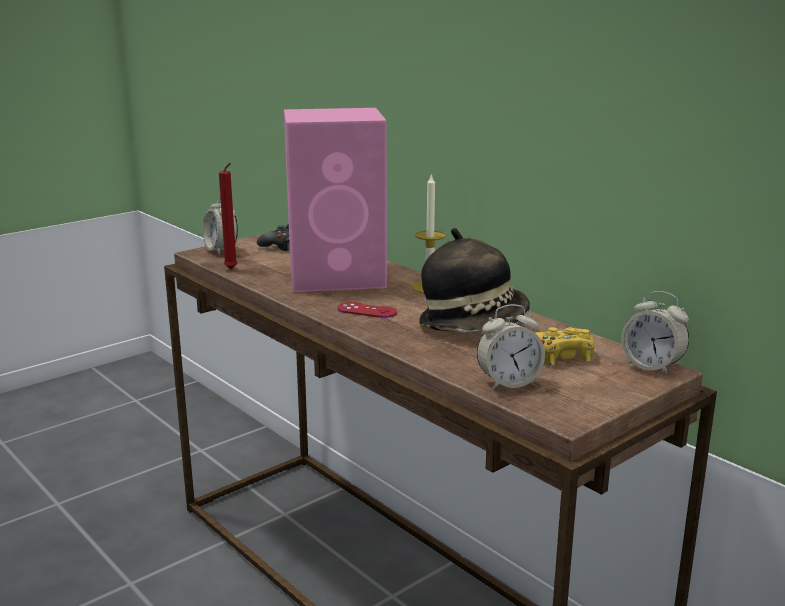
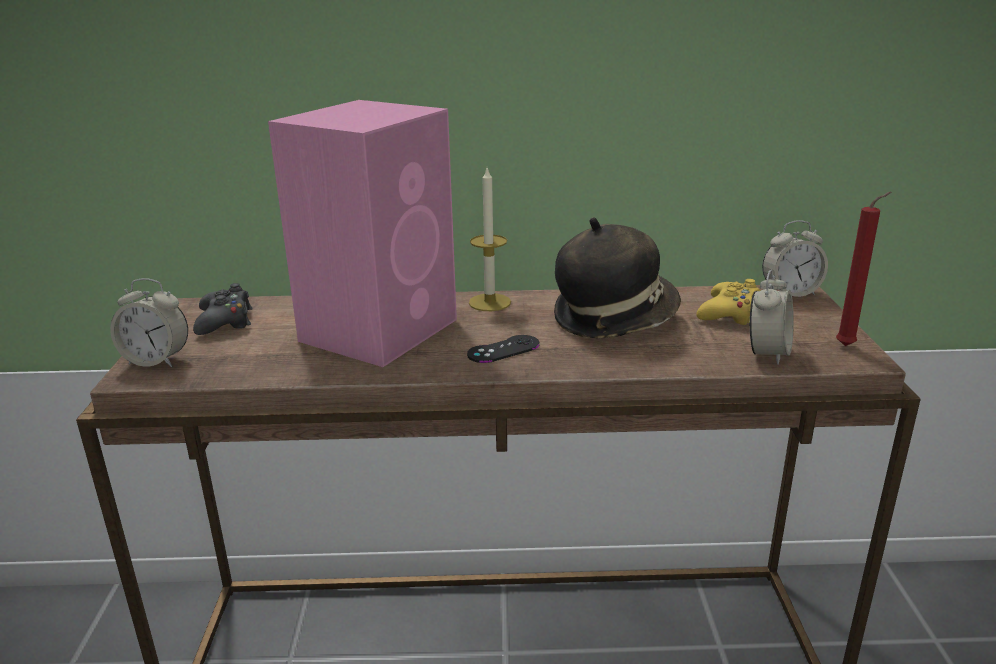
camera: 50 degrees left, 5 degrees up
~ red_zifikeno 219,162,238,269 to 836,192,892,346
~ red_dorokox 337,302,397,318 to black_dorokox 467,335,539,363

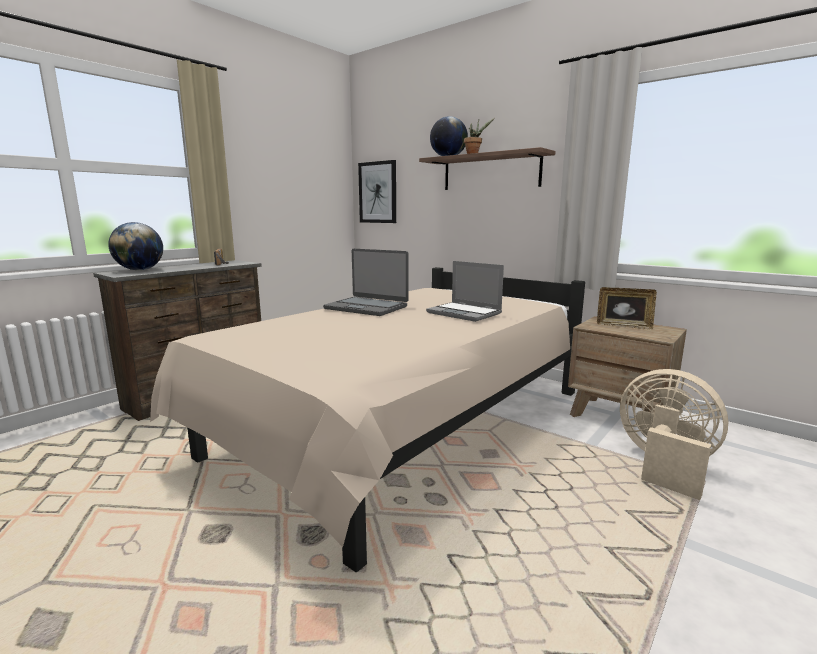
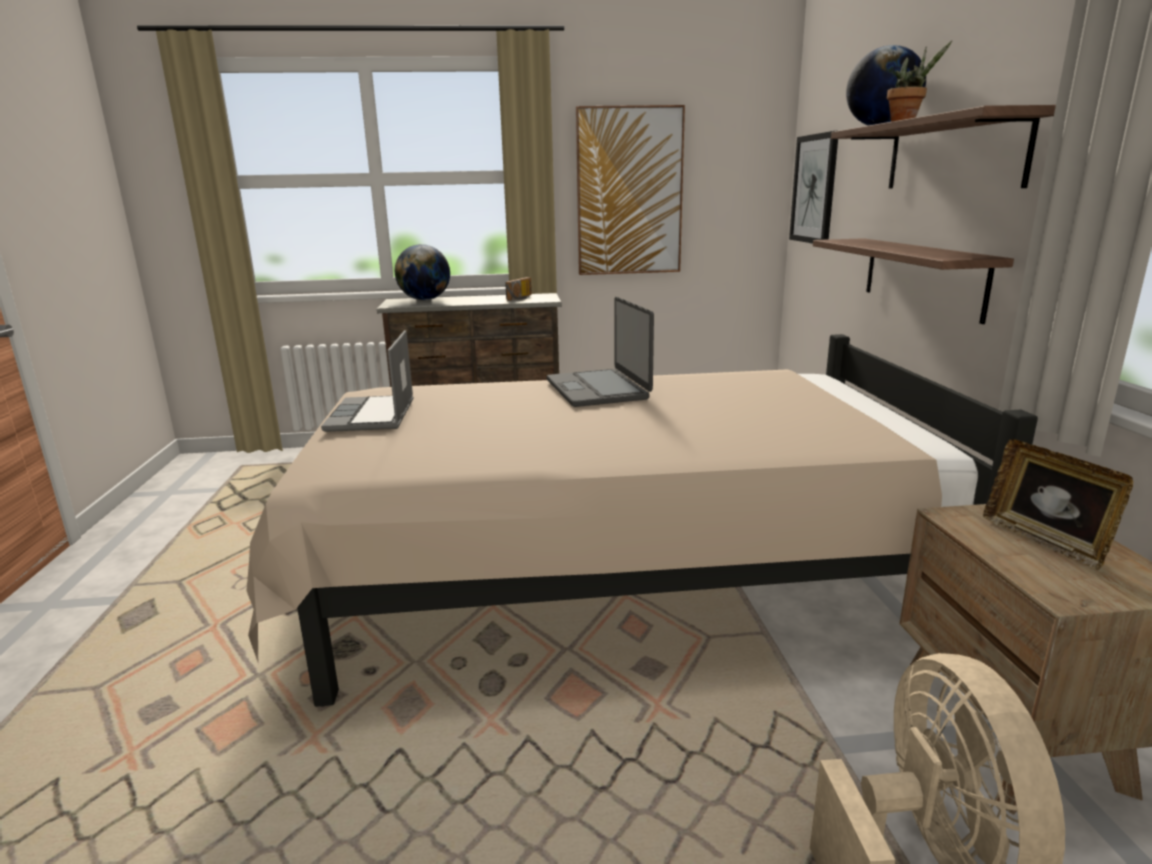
camera: 45 degrees right, 5 degrees up
~ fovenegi 426,261,504,322 to 321,330,414,432
+ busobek 576,105,685,275
+ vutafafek 813,238,1014,324

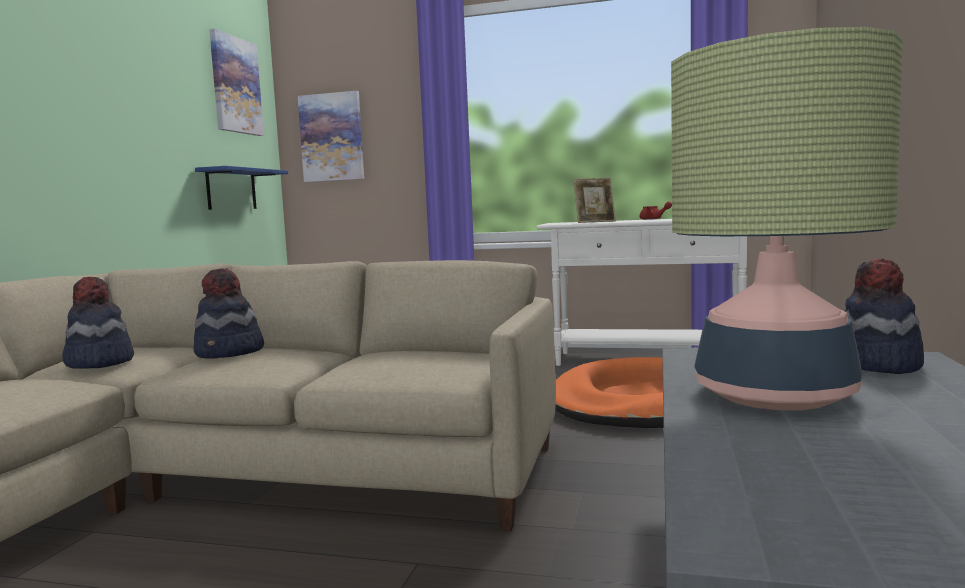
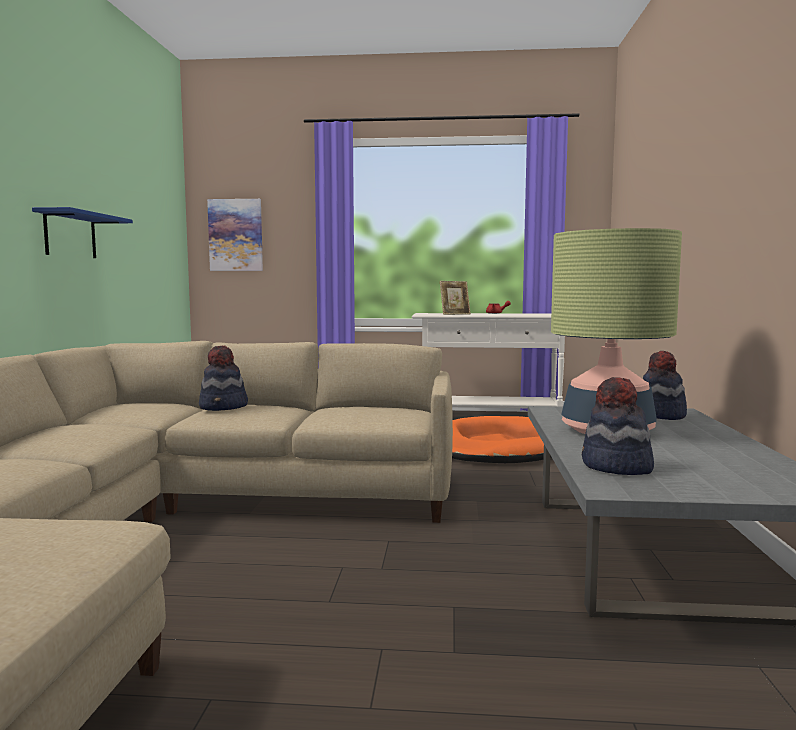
camera: 10 degrees left, 0 degrees up
~ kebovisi 62,277,134,369 to 582,377,654,475
~ blue_vutafafek 195,166,288,210 to 32,207,133,258
- busobek 209,29,264,136

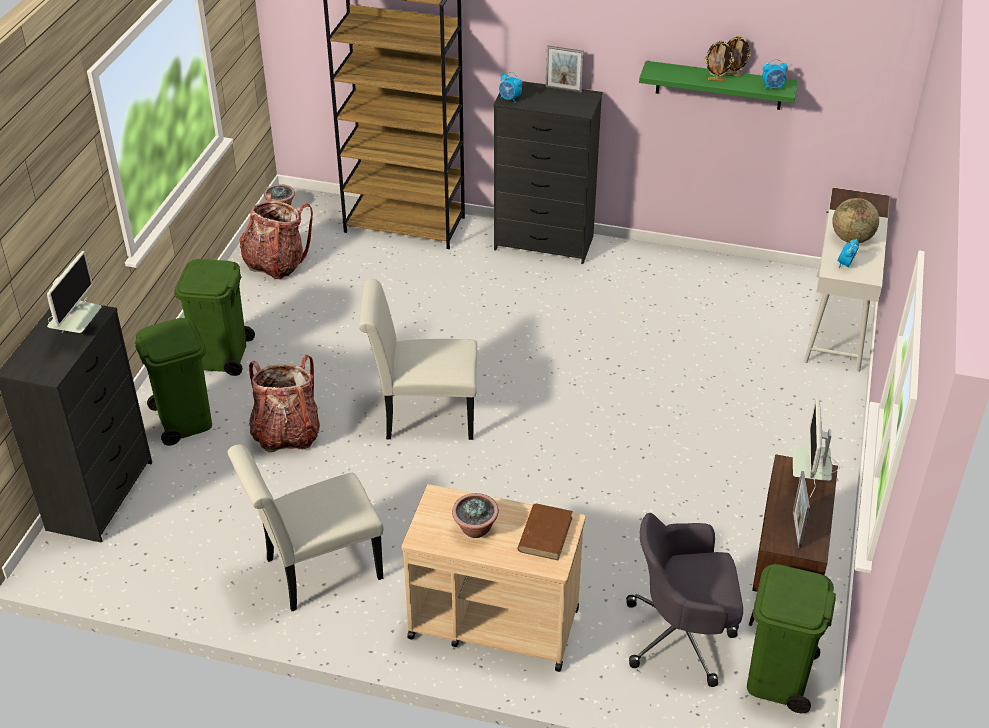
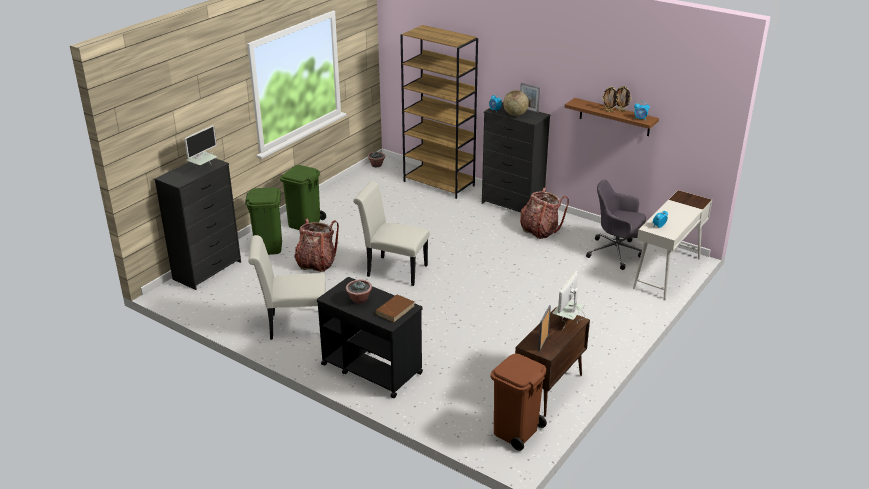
camera: 20 degrees right, 10 degrees down
~ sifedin 239,193,313,279 to 520,188,569,239
~ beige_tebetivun 402,484,585,672 to black_tebetivun 317,277,423,398
~ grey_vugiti 626,513,743,687 to 586,180,646,270
~ green_vutafafek 639,61,798,110 to brown_vutafafek 565,98,659,136
~ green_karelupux 747,564,836,713 to brown_karelupux 491,354,547,451
~ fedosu 832,198,879,243 to 503,90,529,116

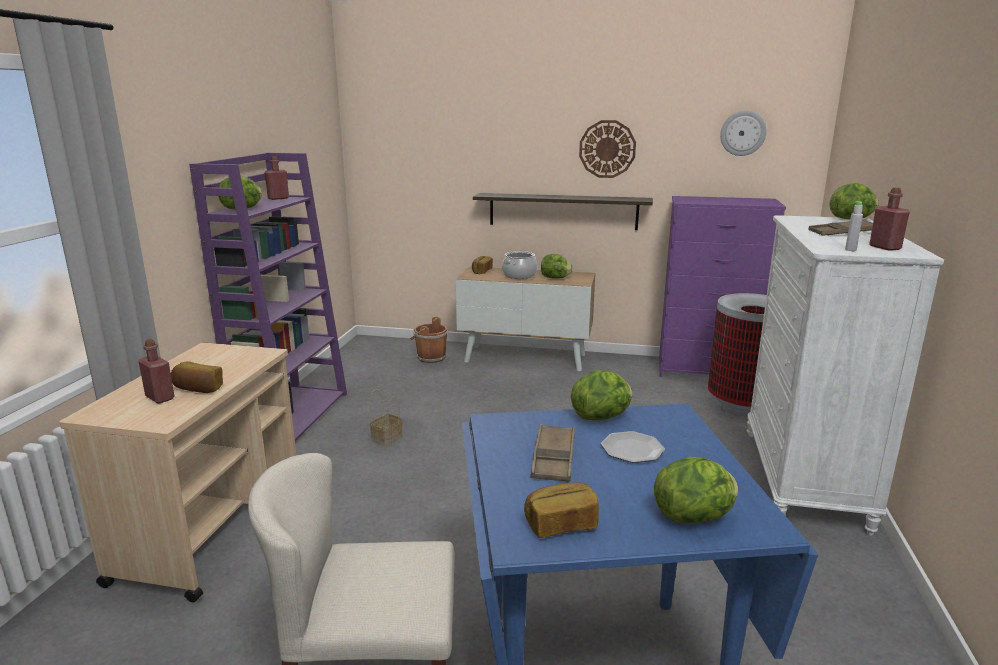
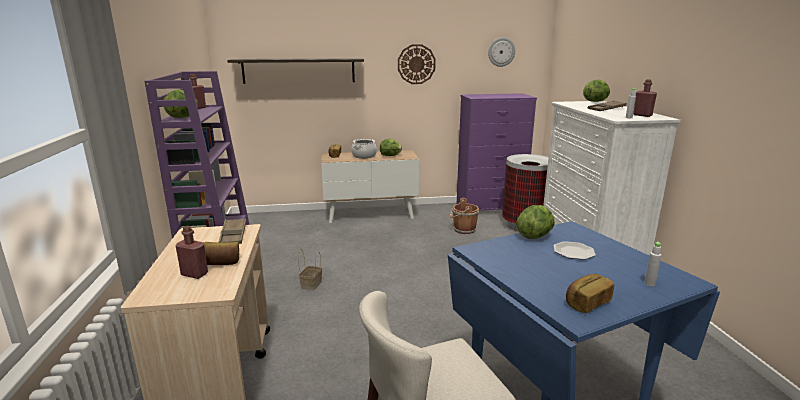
camera: 20 degrees left, 0 degrees up
~ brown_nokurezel 410,316,448,363 to 450,198,479,234
~ vutafafek 473,193,653,230 to 227,58,364,84
~ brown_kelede 530,424,575,482 to 218,218,246,244
~ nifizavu 654,457,738,524 to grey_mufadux 644,242,661,286

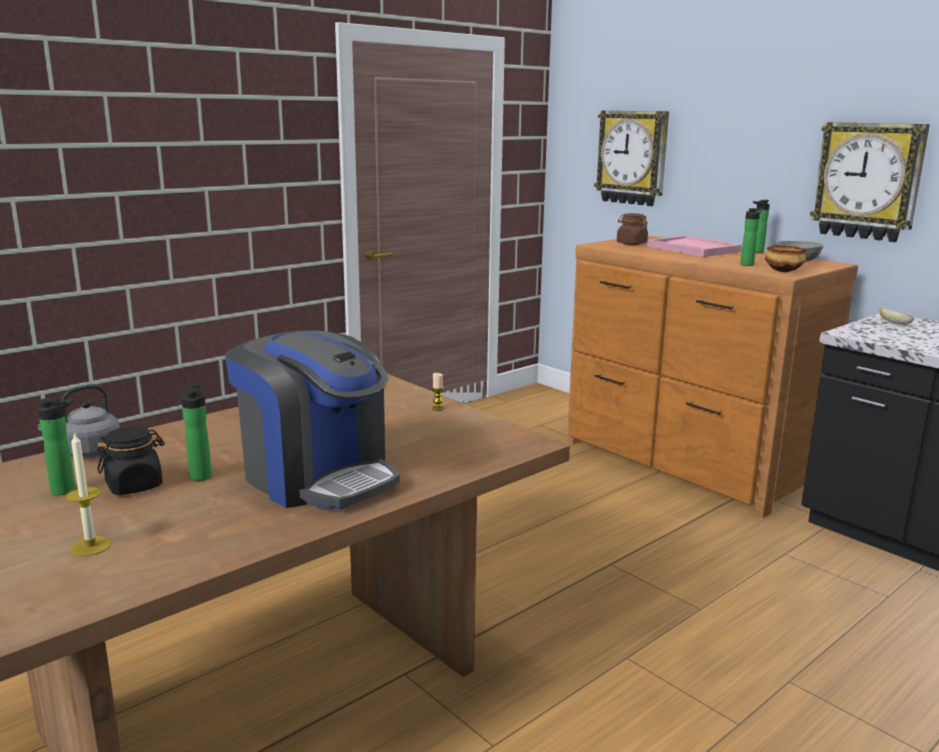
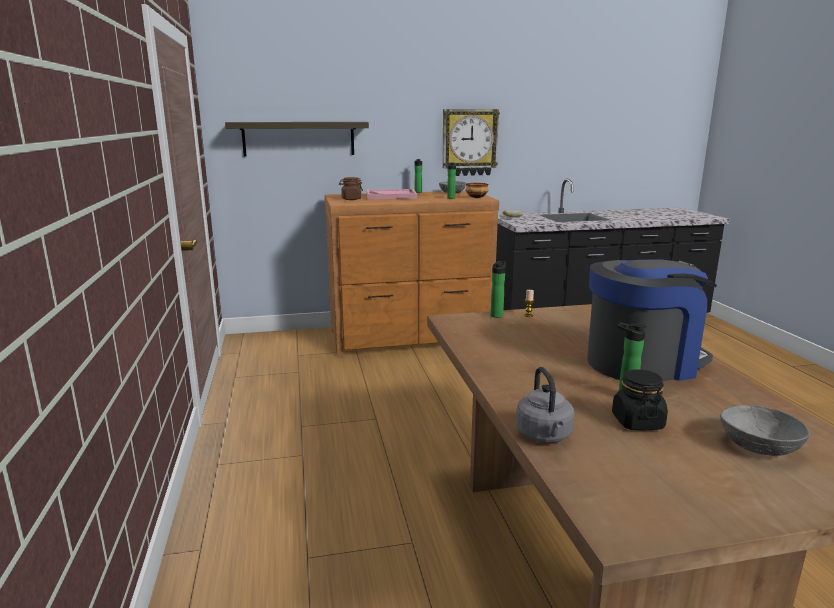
camera: 60 degrees left, 0 degrees up
~ mufadux 36,398,75,495 to 490,261,506,318
~ zifikeno 65,432,112,556 to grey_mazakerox 720,405,810,456
~ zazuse 594,111,669,206 to vutafafek 225,122,369,156

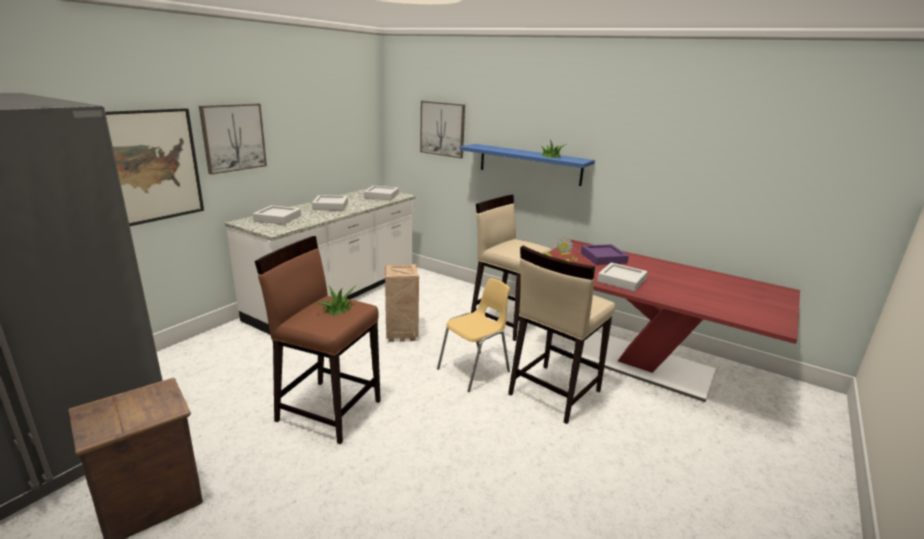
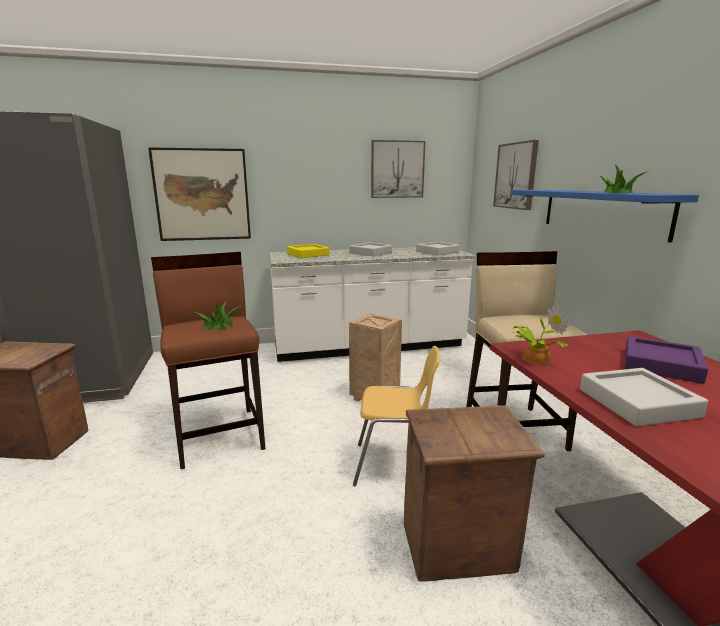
camera: 45 degrees right, 5 degrees down
~ busobek 199,104,267,175 to 371,140,425,198
~ grey_kelede 253,205,301,225 to yellow_kelede 287,244,330,258
~ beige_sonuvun 508,246,615,424 to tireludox 404,405,545,582

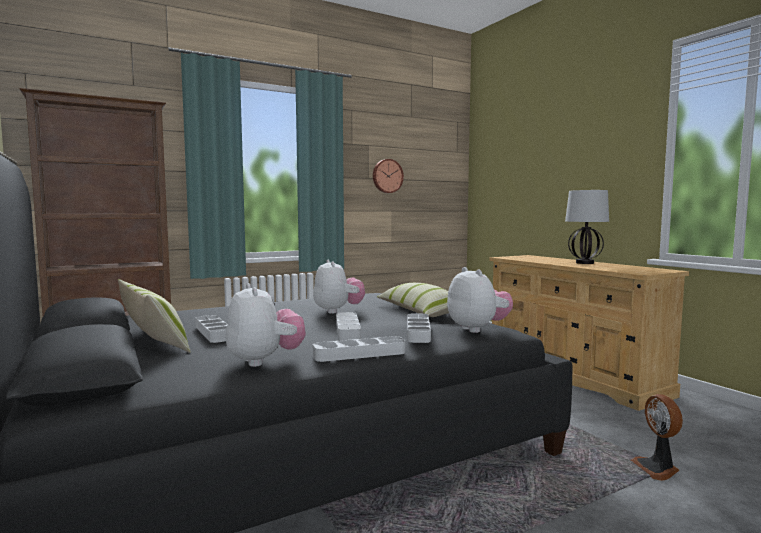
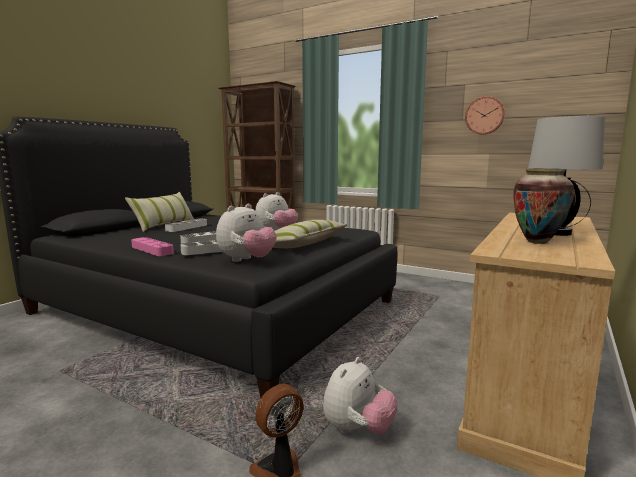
camera: 60 degrees right, 5 degrees up
~ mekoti 226,283,306,367 to 323,357,398,435
~ grey_kelede 313,336,405,362 to pink_kelede 131,237,174,256
+ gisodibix 513,168,574,244

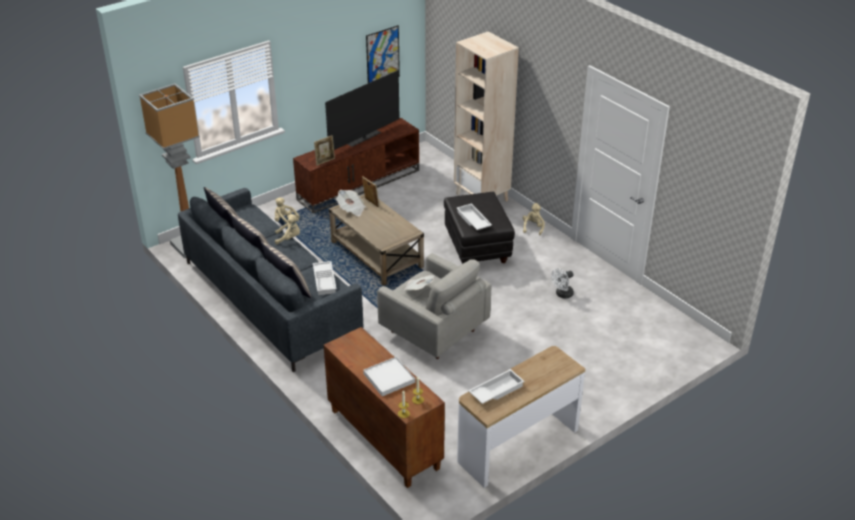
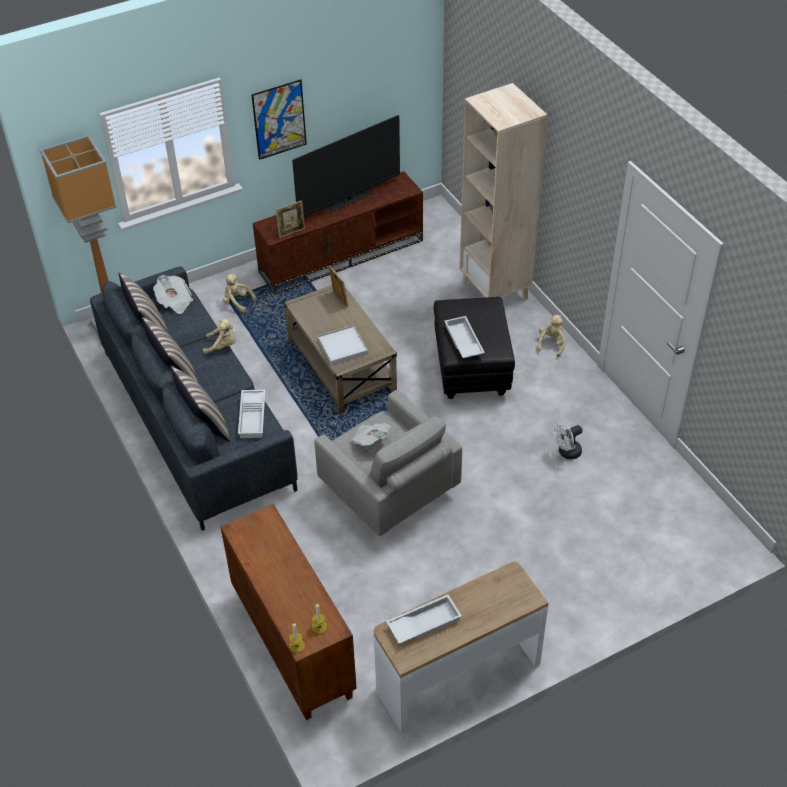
camera: 10 degrees right, 10 degrees up
~ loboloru 336,190,366,217 to 153,275,193,314
~ white_kelede 363,357,415,396 to 318,325,368,365
~ busobek 366,25,400,83 to 251,79,307,160

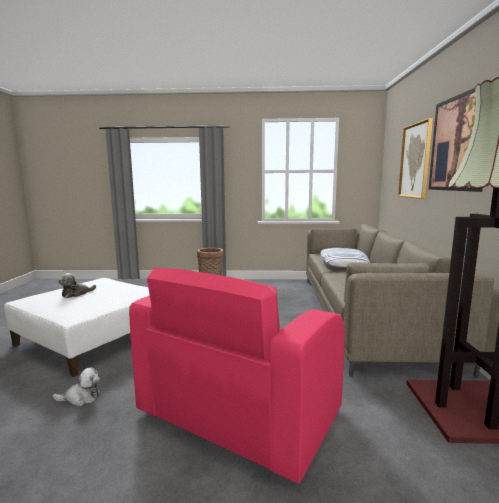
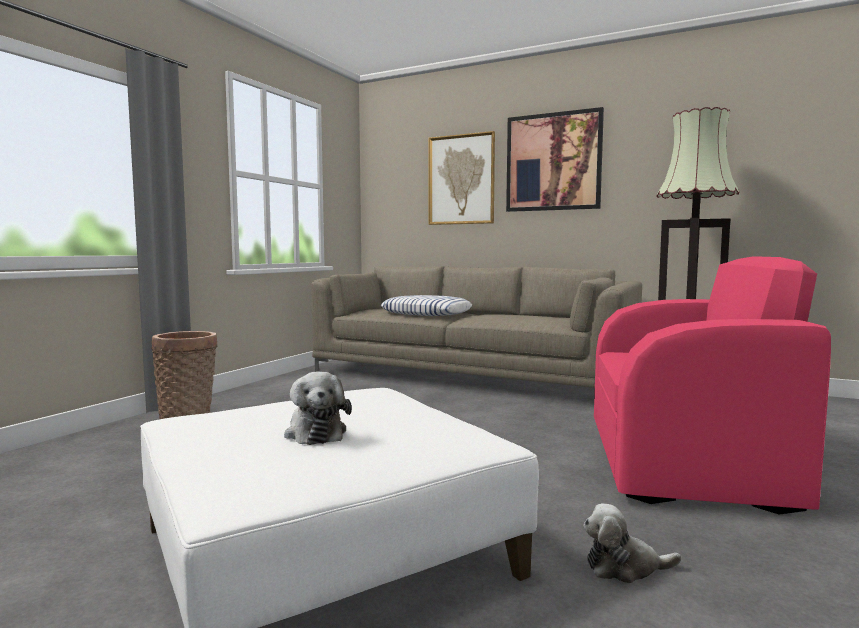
camera: 65 degrees left, 5 degrees down
~ mekoti 53,367,100,407 = 583,503,681,583 105 degrees counterclockwise
~ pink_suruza 129,267,345,484 = 594,256,831,515 45 degrees counterclockwise

